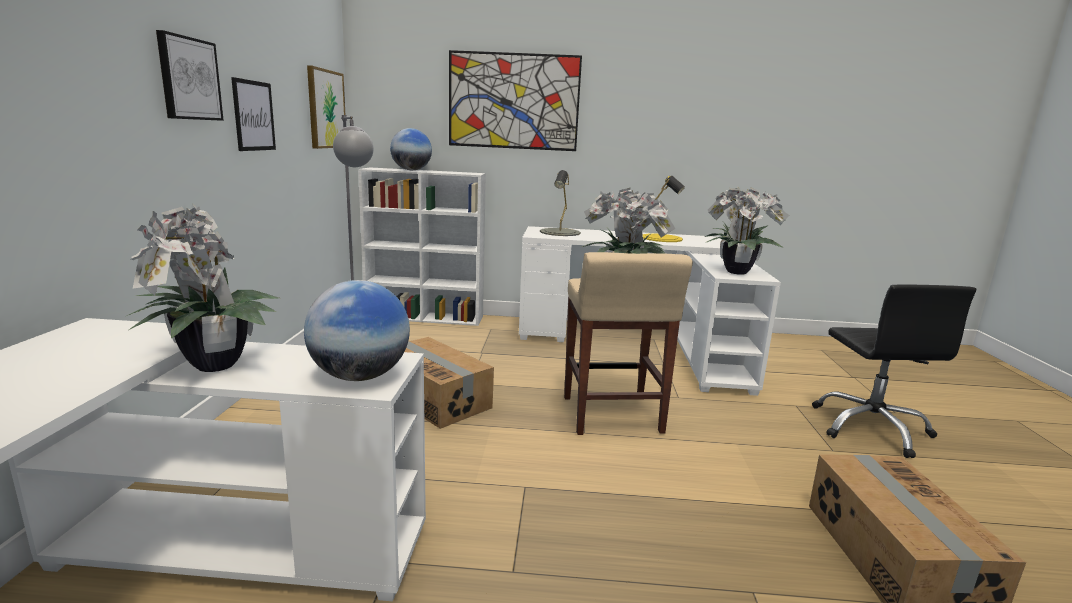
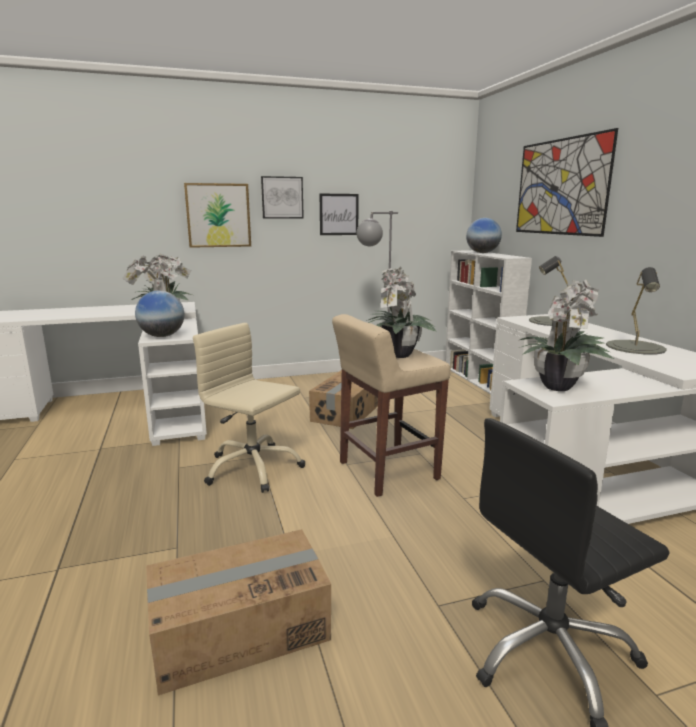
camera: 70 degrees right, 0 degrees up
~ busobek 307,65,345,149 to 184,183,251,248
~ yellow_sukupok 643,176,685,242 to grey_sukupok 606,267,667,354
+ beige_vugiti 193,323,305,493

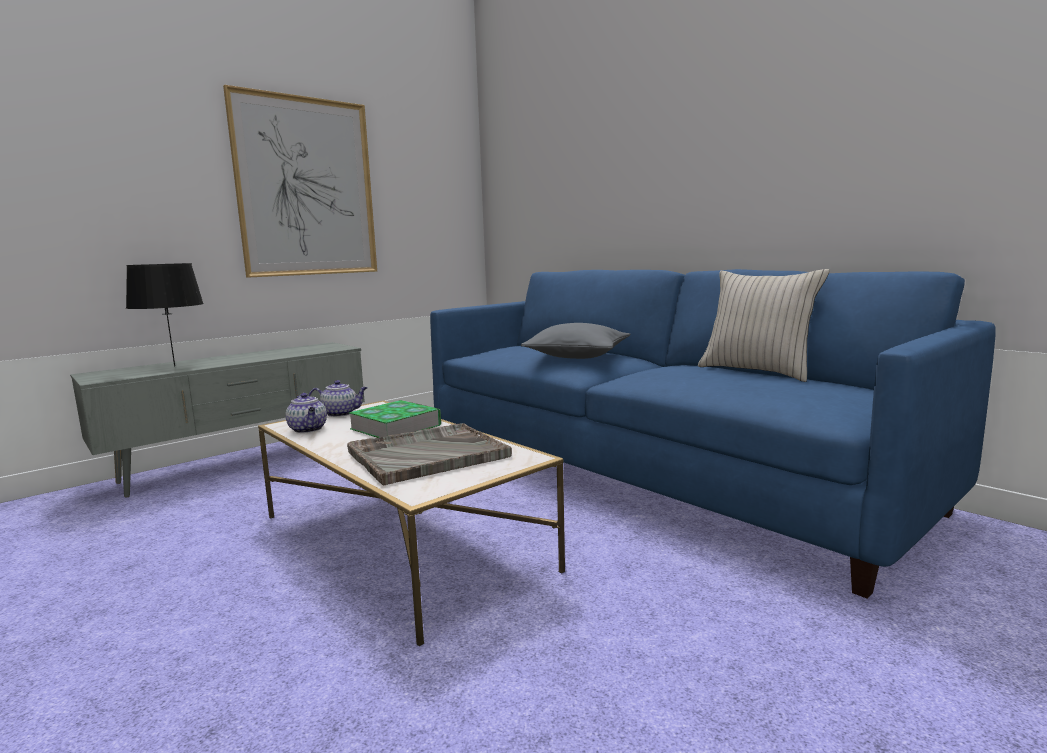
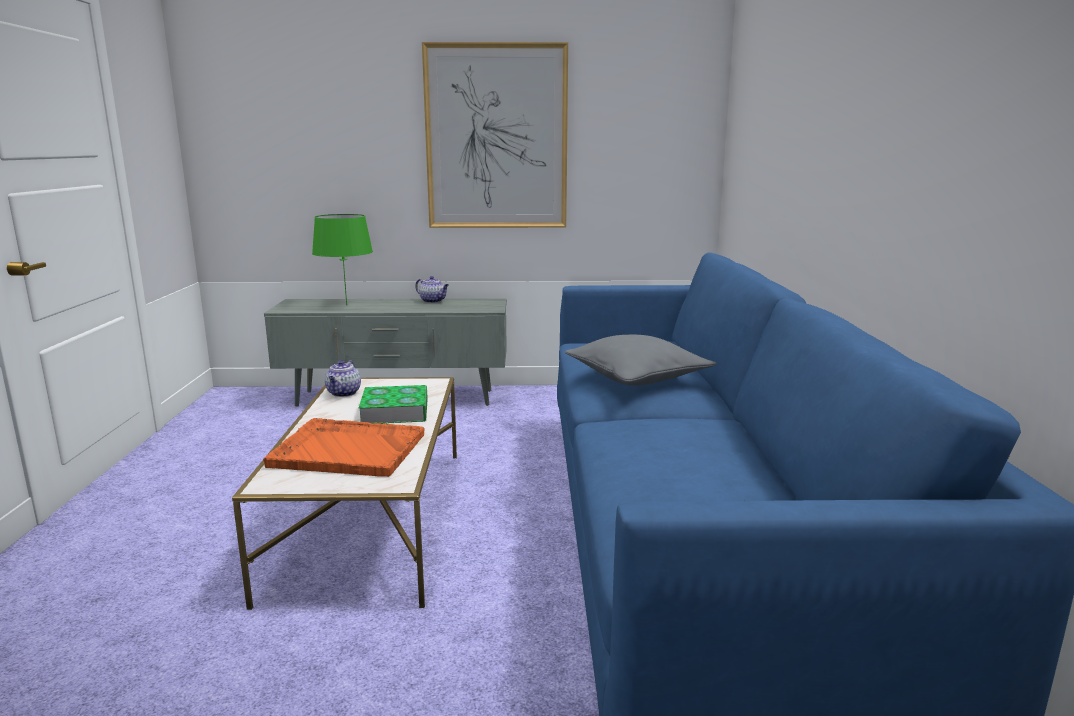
camera: 40 degrees right, 5 degrees up
~ black_sukupok 126,263,204,366 to green_sukupok 312,214,373,305
~ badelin 308,380,367,417 to 415,276,449,303
~ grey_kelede 347,423,512,486 to orange_kelede 263,418,425,477
- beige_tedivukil 698,269,830,382

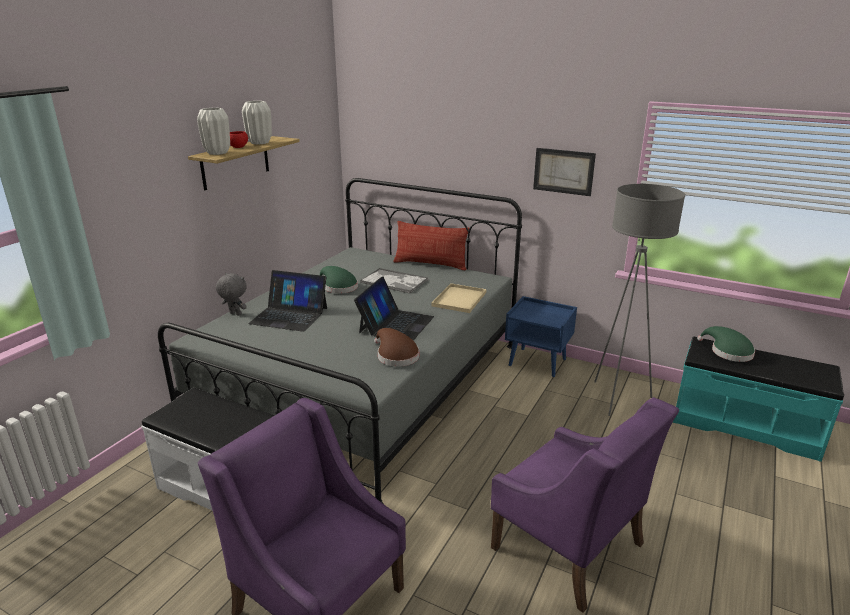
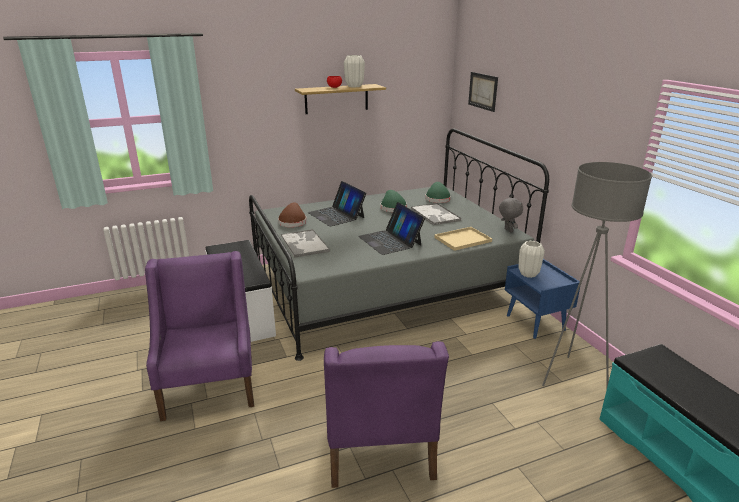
camera: 40 degrees right, 0 degrees up
~ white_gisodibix 197,108,230,155 to 518,241,545,278
~ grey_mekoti 216,273,247,316 to 499,197,523,233
~ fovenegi 354,276,434,340 = 358,202,425,255 90 degrees clockwise
~ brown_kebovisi 374,328,419,367 to 278,203,307,227
- tedivukil 393,221,470,270
~ busobek 533,148,596,196 to 468,72,498,112
~ green_kebovisi 697,326,755,362 to 425,182,451,203
+ kelede 280,229,330,258

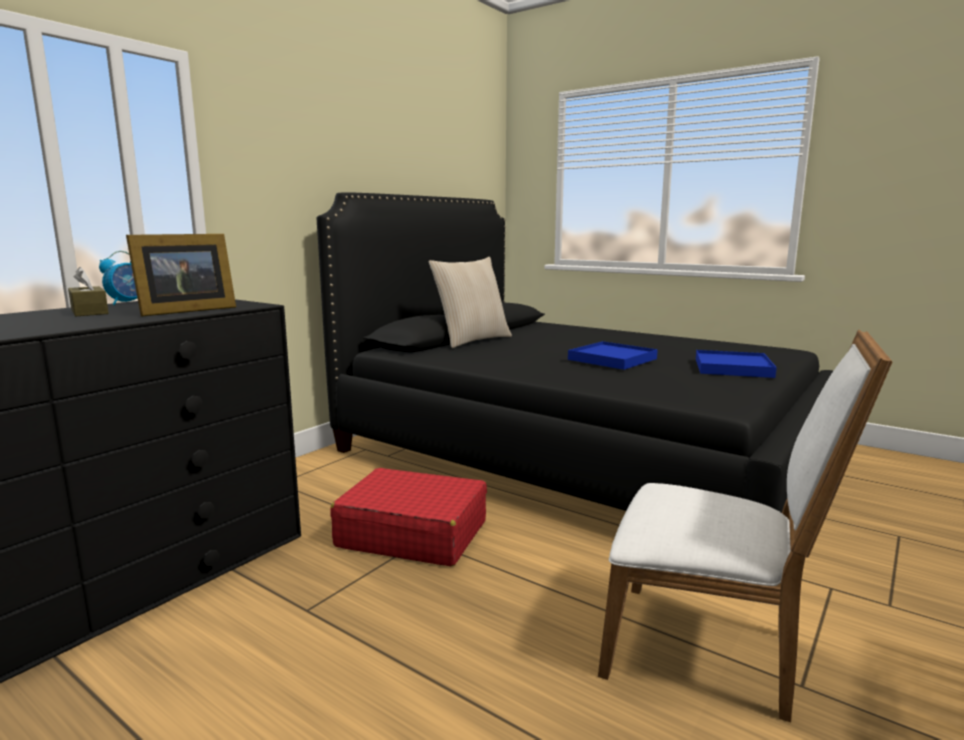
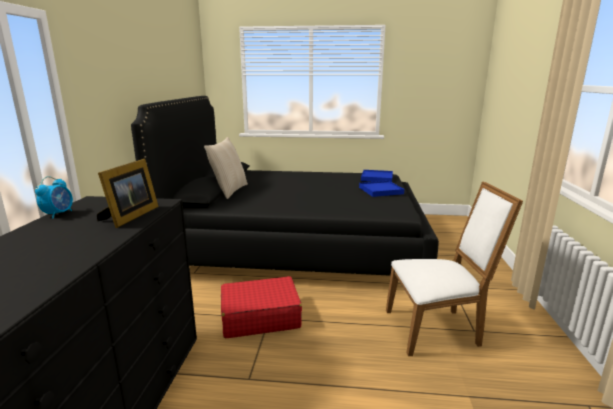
camera: 30 degrees left, 5 degrees up
- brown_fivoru 68,267,109,316
~ blue_kelede 568,341,658,370 to 361,170,393,182

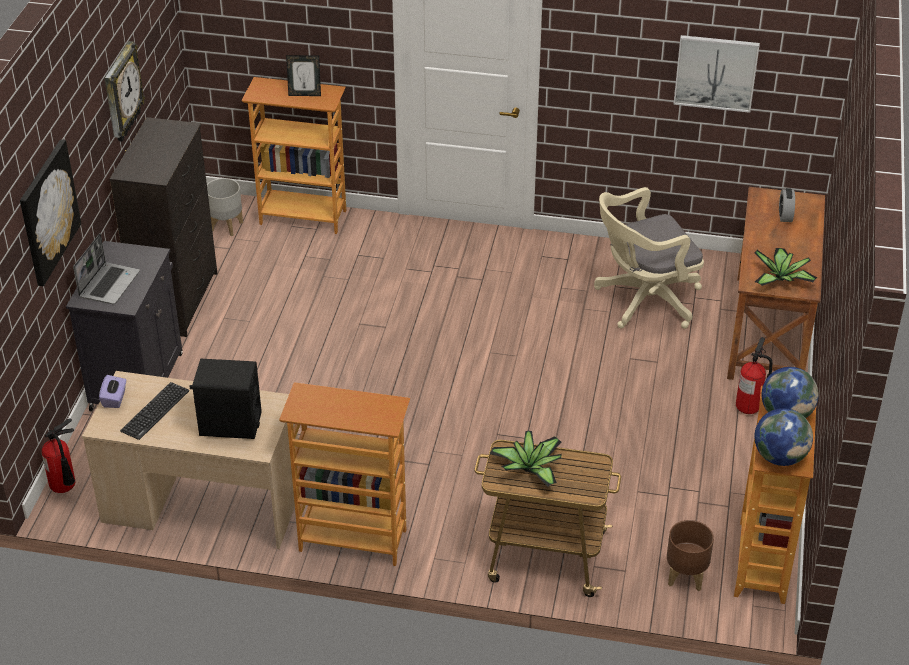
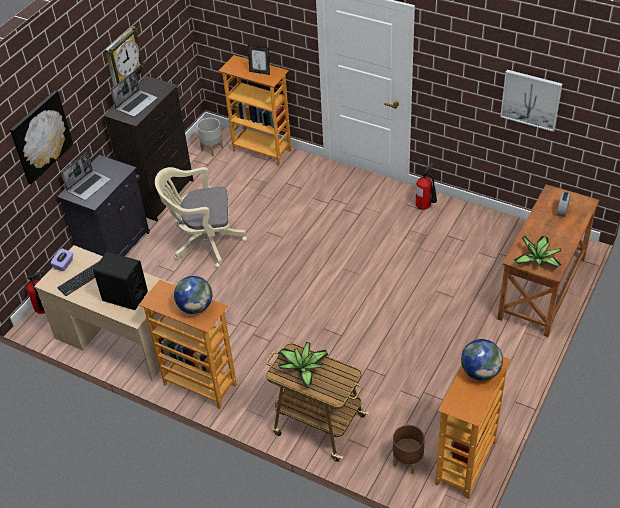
camera: 20 degrees right, 5 degrees up
~ beige_vugiti 594,187,704,329 to 155,167,247,268
~ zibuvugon 736,337,772,414 to 416,162,437,210
~ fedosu 754,408,813,466 to 174,276,212,314
+ fovenegi 111,71,158,117

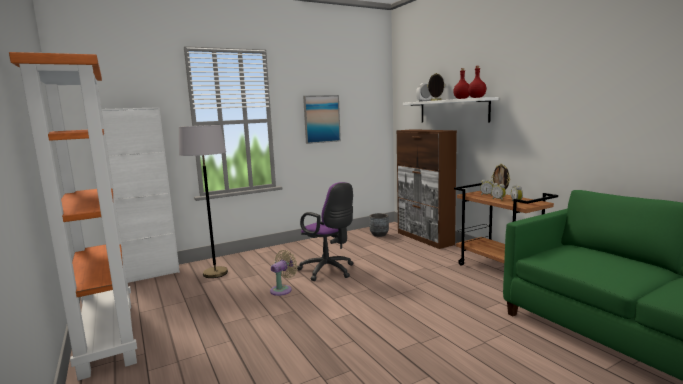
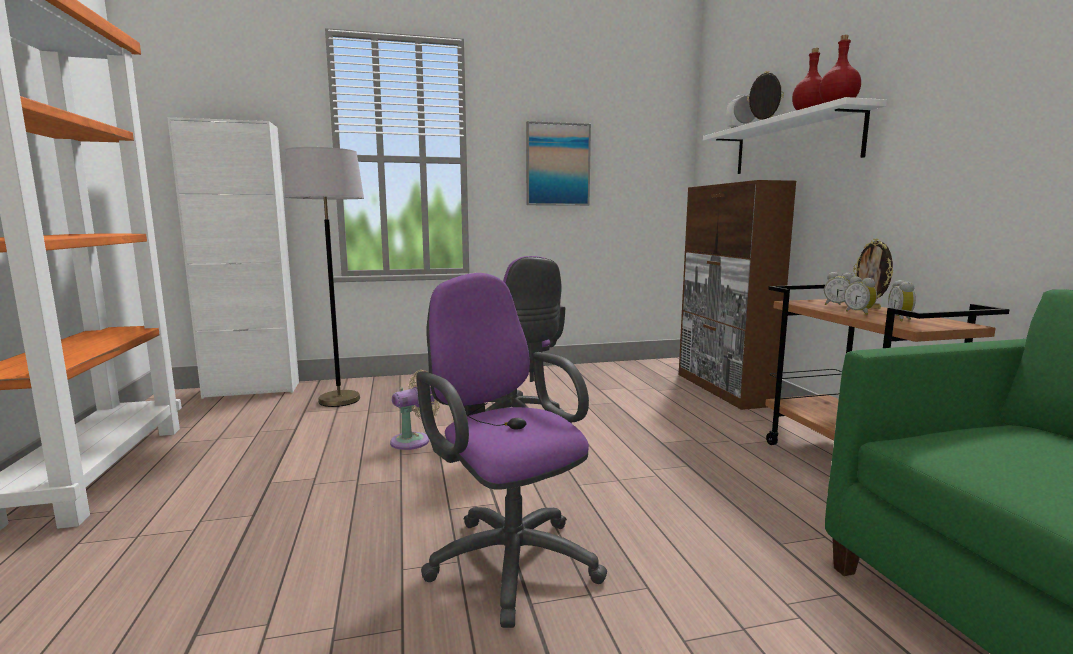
camera: 15 degrees right, 0 degrees up
- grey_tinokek 369,213,389,237
+ purple_vugiti 416,273,607,628

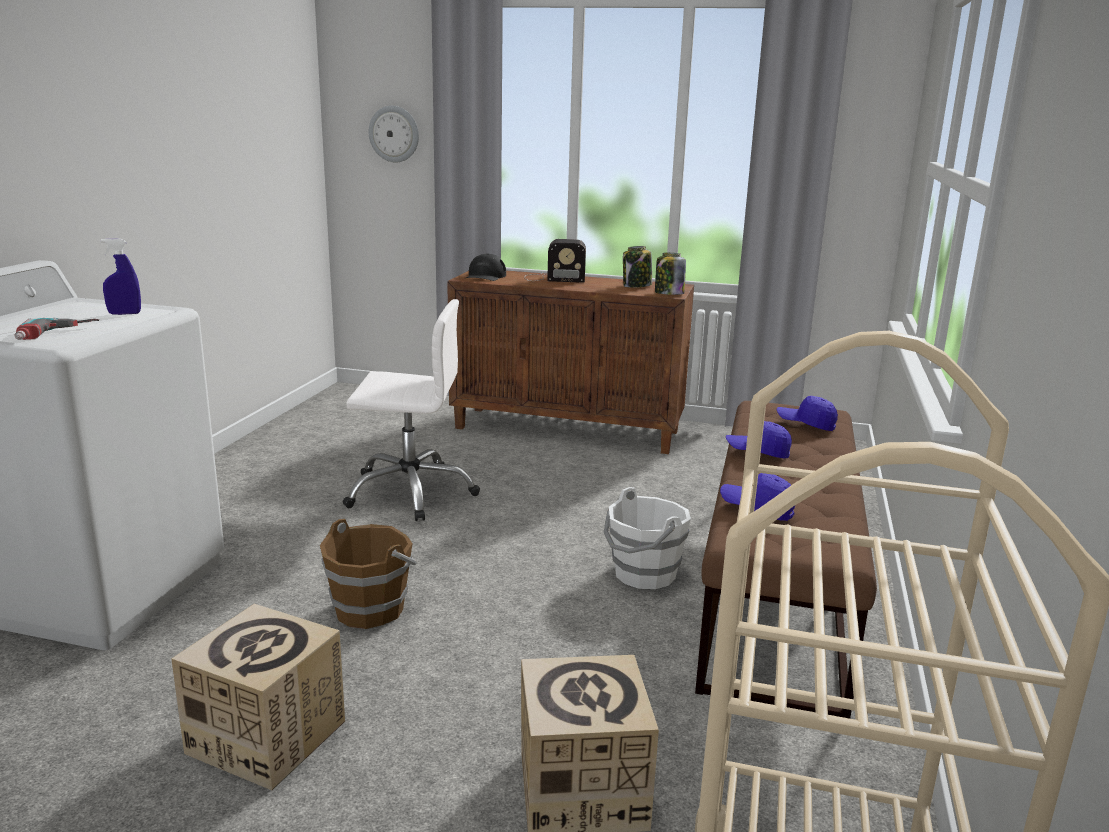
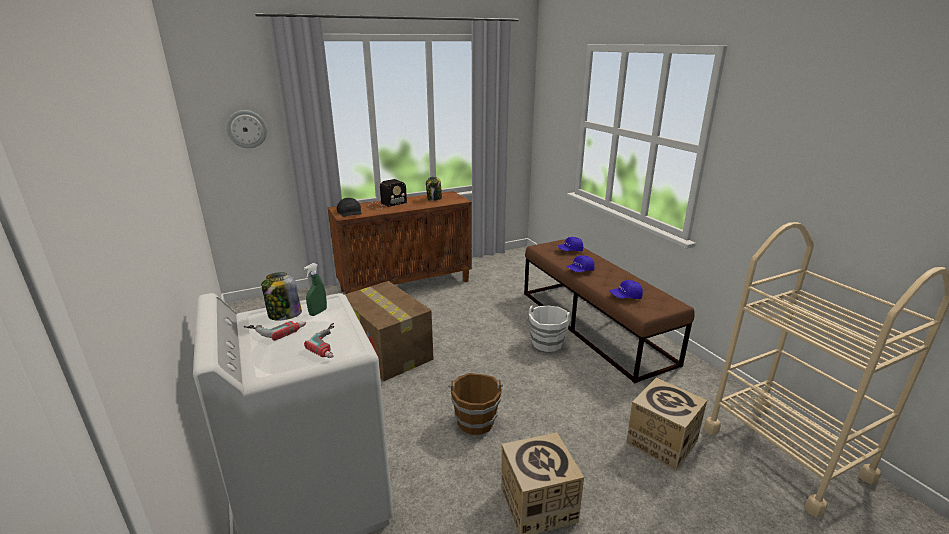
camera: 40 degrees left, 5 degrees up
~ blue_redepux 101,239,141,315 to green_redepux 304,263,327,316
~ white_vugiti 342,299,480,521 to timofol 345,281,433,381
~ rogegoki 655,253,686,295 to 261,272,302,321
+ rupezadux 244,321,306,341

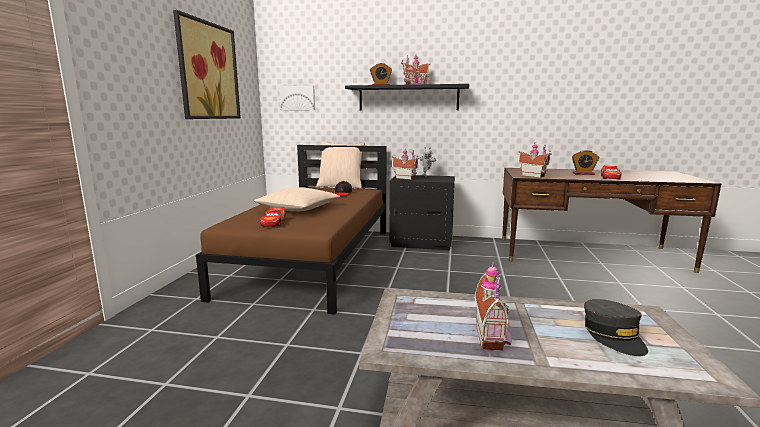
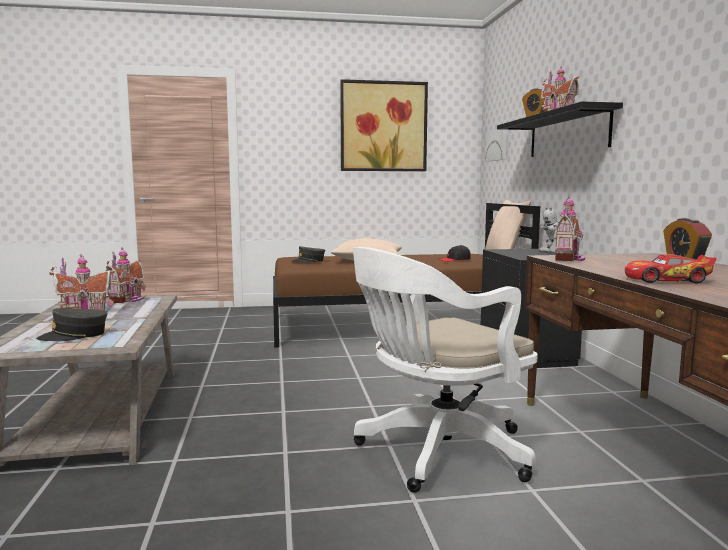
camera: 70 degrees right, 5 degrees down
~ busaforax 260,207,286,227 to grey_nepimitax 291,246,325,263
~ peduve 392,148,419,180 to 106,247,146,303
+ white_vugiti 353,247,538,493

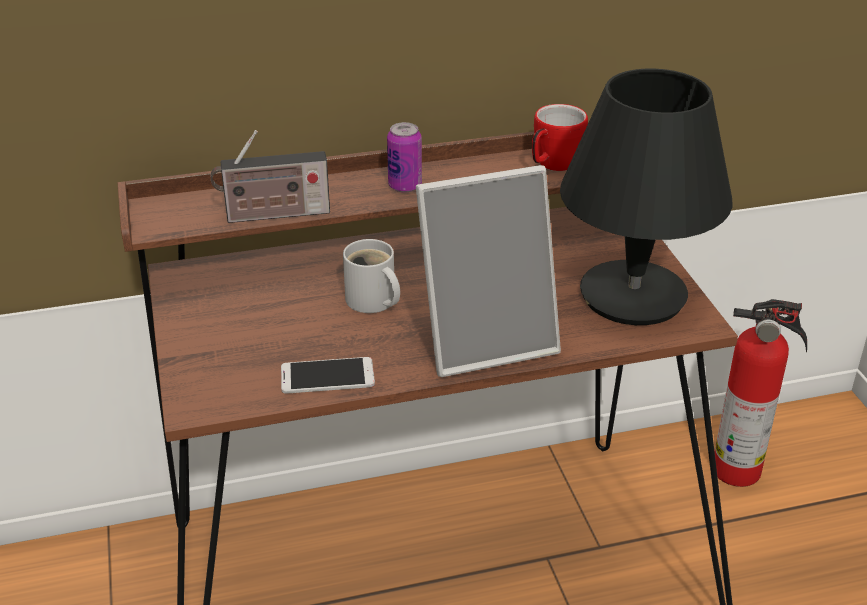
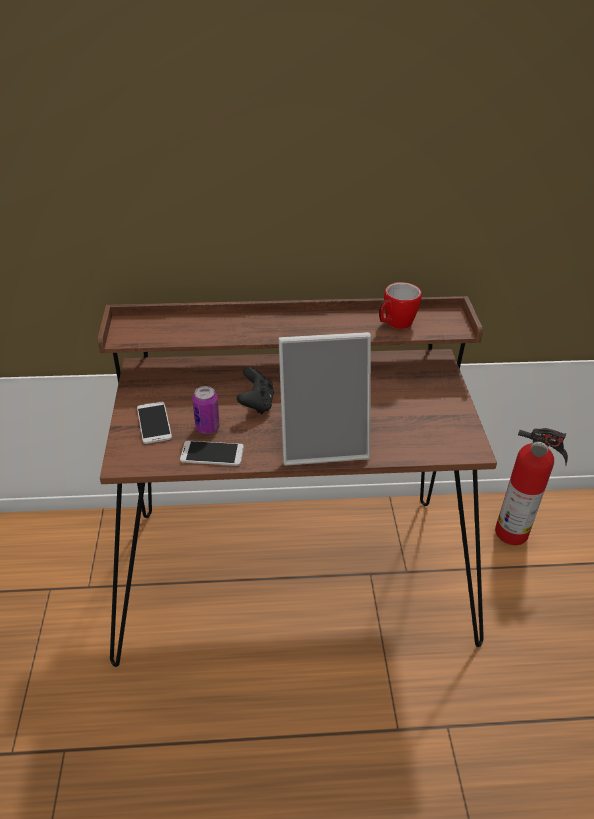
camera: 10 degrees right, 5 degrees up
- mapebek 210,130,330,223
~ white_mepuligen 343,239,400,313 to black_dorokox 237,367,274,414
~ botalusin 387,122,422,193 to 192,386,220,434
- black_sukupok 560,69,733,325
+ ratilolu 137,402,172,444

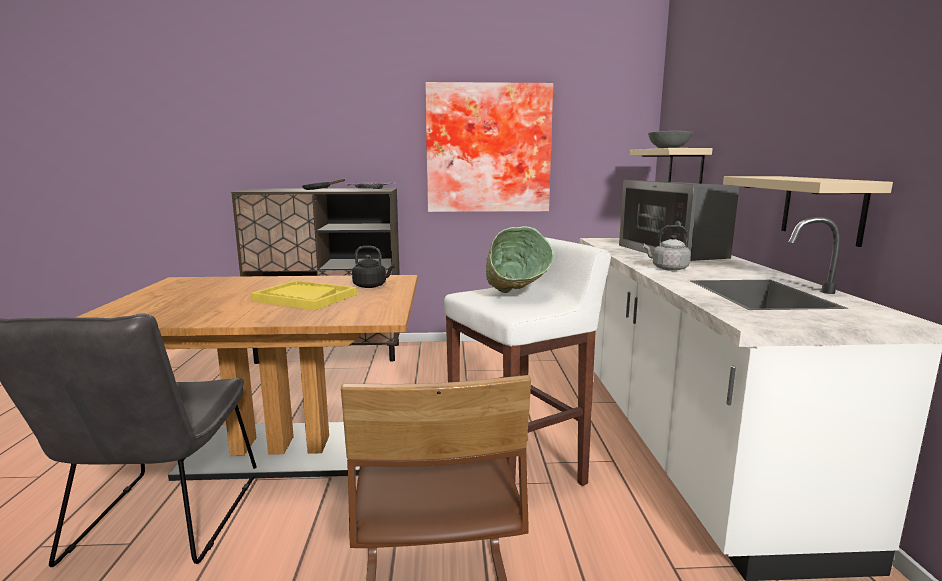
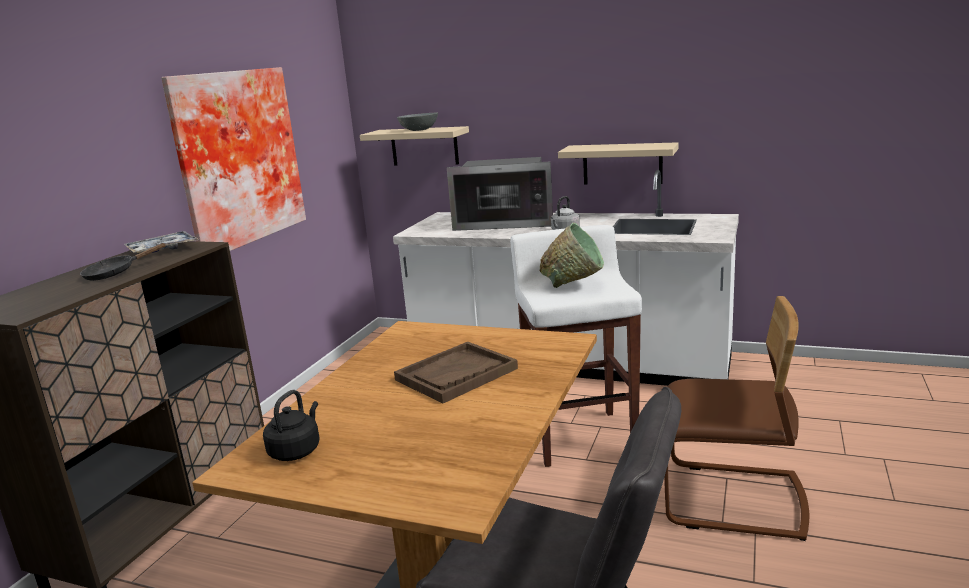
camera: 65 degrees left, 5 degrees up
~ yellow_kelede 250,280,357,310 to brown_kelede 394,342,518,403
~ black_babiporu 352,246,395,288 to 263,390,320,461

